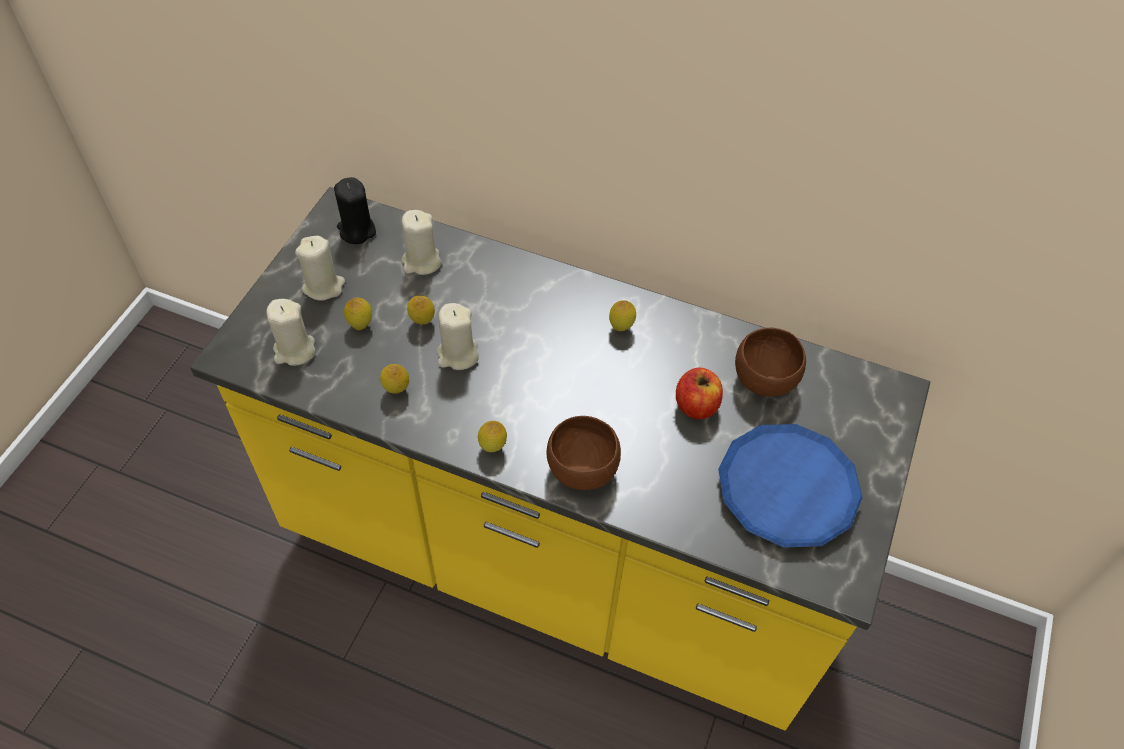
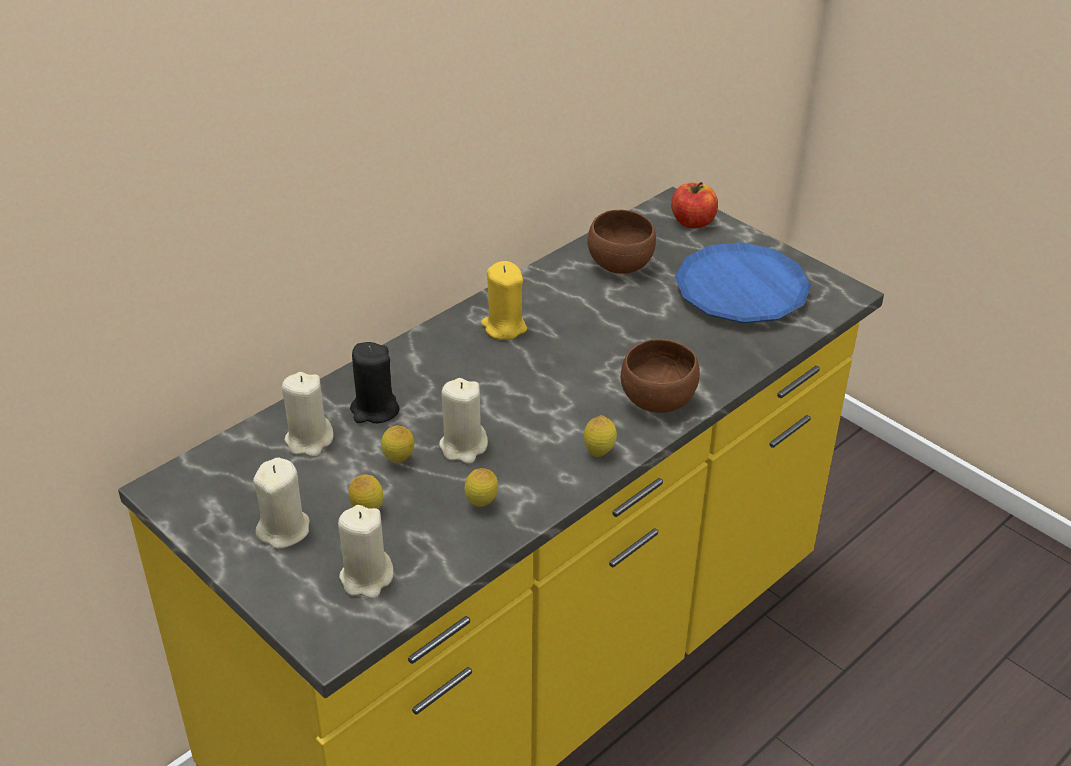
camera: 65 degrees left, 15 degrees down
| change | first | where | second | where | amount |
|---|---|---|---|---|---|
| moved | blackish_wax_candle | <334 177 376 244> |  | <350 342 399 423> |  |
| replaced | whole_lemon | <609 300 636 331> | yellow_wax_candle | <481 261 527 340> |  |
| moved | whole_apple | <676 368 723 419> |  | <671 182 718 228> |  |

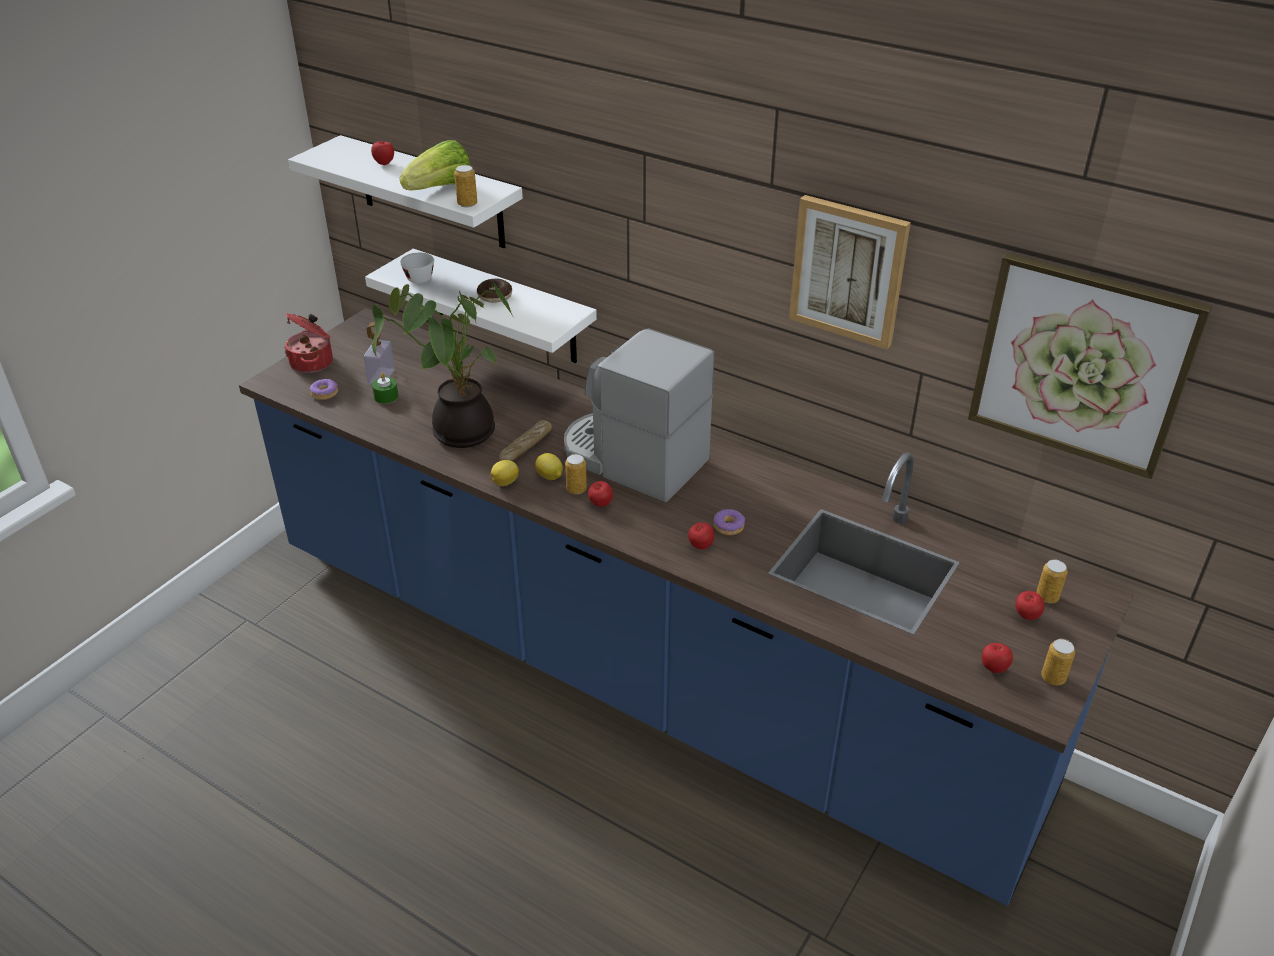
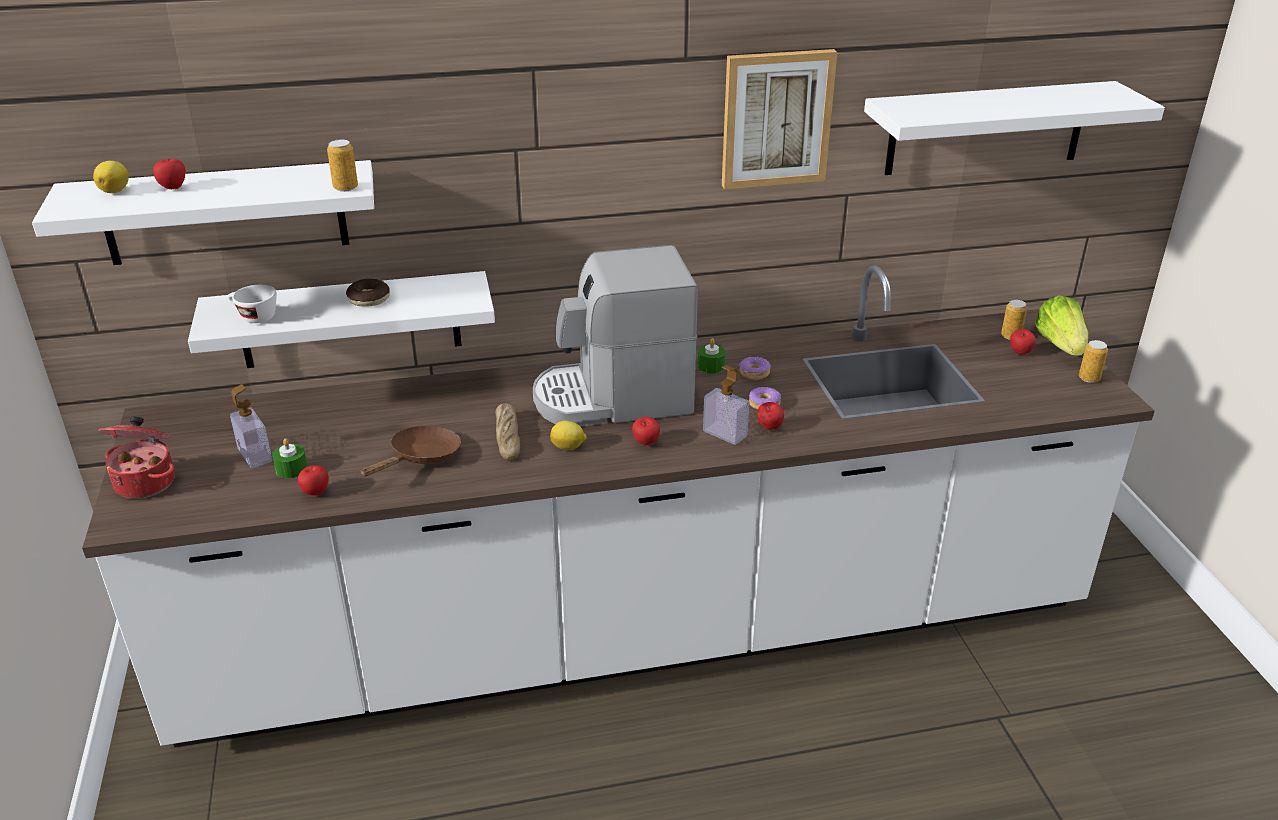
camera: 45 degrees left, 5 degrees down
| change | first | where | second | where | amount |
|---|---|---|---|---|---|
| recoloured | bluish_kitchen_counter | <239 308 1134 906> | white_kitchen_counter | <82 265 1155 748> |  |
| moved | doughnut | <310 379 338 400> |  | <739 356 771 380> |  |
| replaced | houseplant | <372 281 513 448> | brown_skillet | <360 426 461 477> |  |
| moved | lettuce | <400 140 471 190> |  | <1035 295 1088 355> |  |
| moved | whole_lemon | <491 460 519 486> |  | <93 161 129 193> |  |
| removed | can | <565 454 587 494> |  |  |  |
| replaced | wall_picture | <968 253 1212 479> | white_bracket_shelf | <864 81 1165 175> |  |
| moved | whole_apple | <982 643 1013 673> |  | <298 465 329 496> |  |
| added |  |  | greenish_wax_candle | <698 338 725 374> |  |
| added |  |  | liquid_soap_bottle | <703 365 749 445> |  |

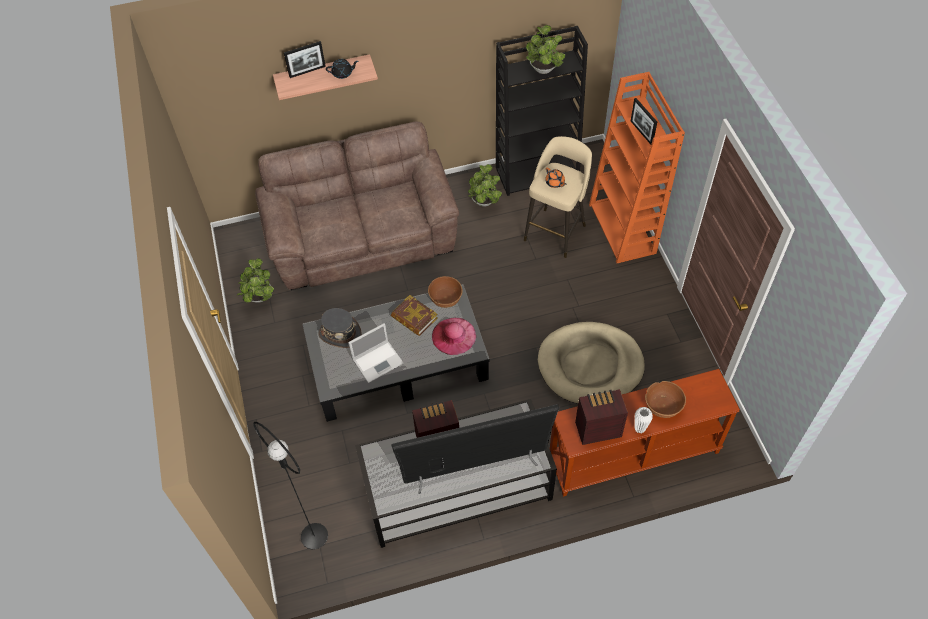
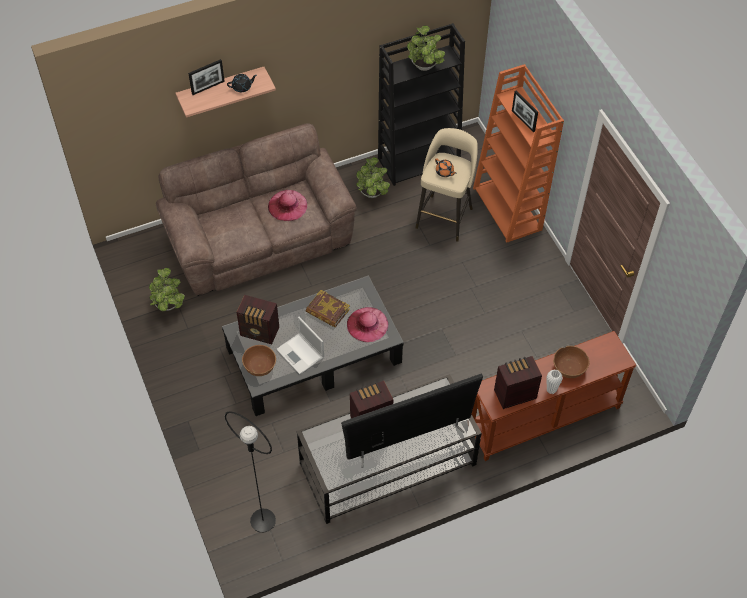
camera: 10 degrees left, 0 degrees up
| change | first | where | second | where | amount |
|---|---|---|---|---|---|
| replaced | gray_hat | <319 308 362 348> | radio_set | <237 295 279 344> |  |
| turned | laptop | <348 323 404 383> |  | <276 317 324 375> | 90 degrees clockwise |
| moved | brown_bowl | <428 276 463 308> |  | <242 345 276 376> |  |
| removed | beige_dog_cushion | <538 322 645 404> |  |  |  |
| added |  |  | pinkish_hat | <268 190 307 221> |  |

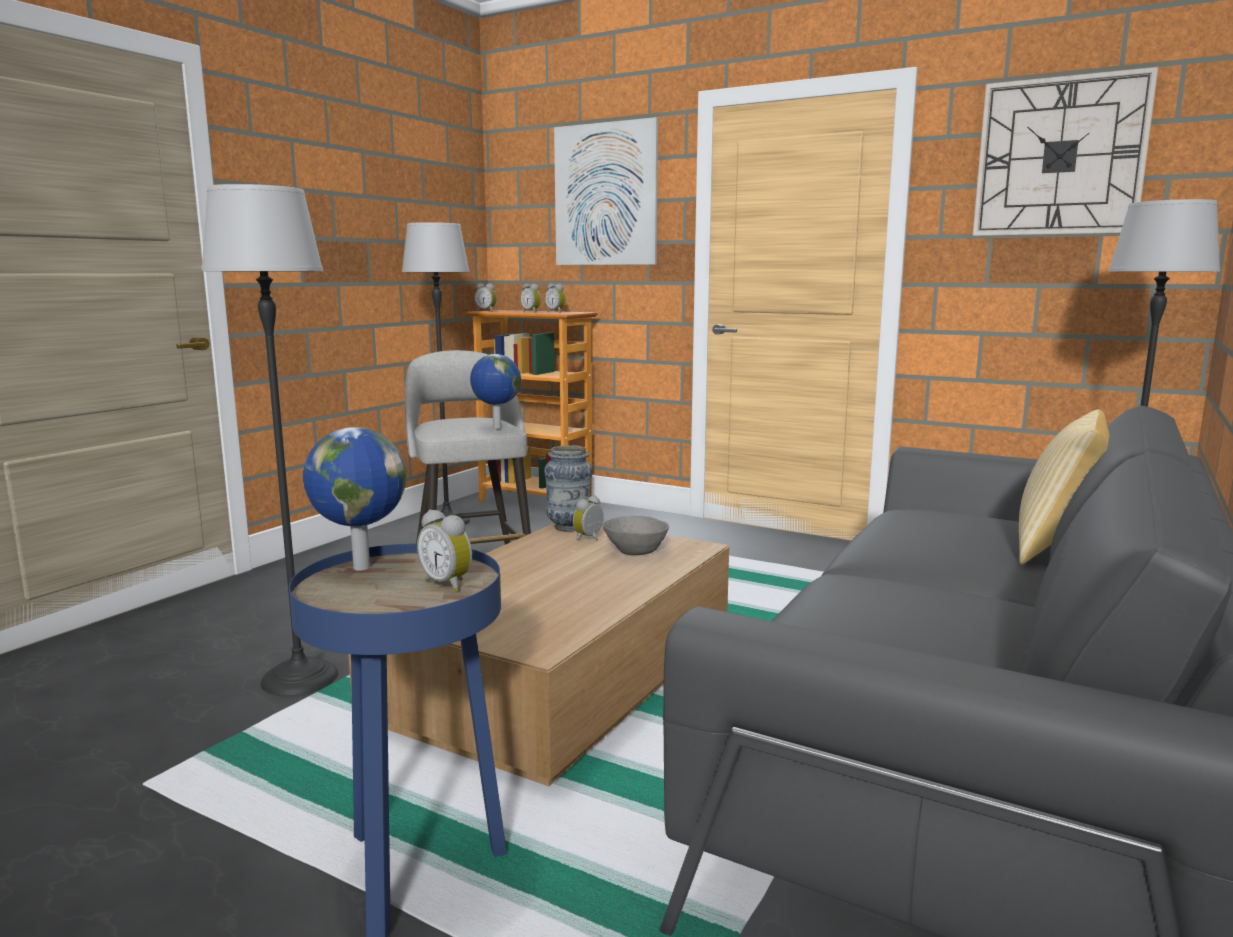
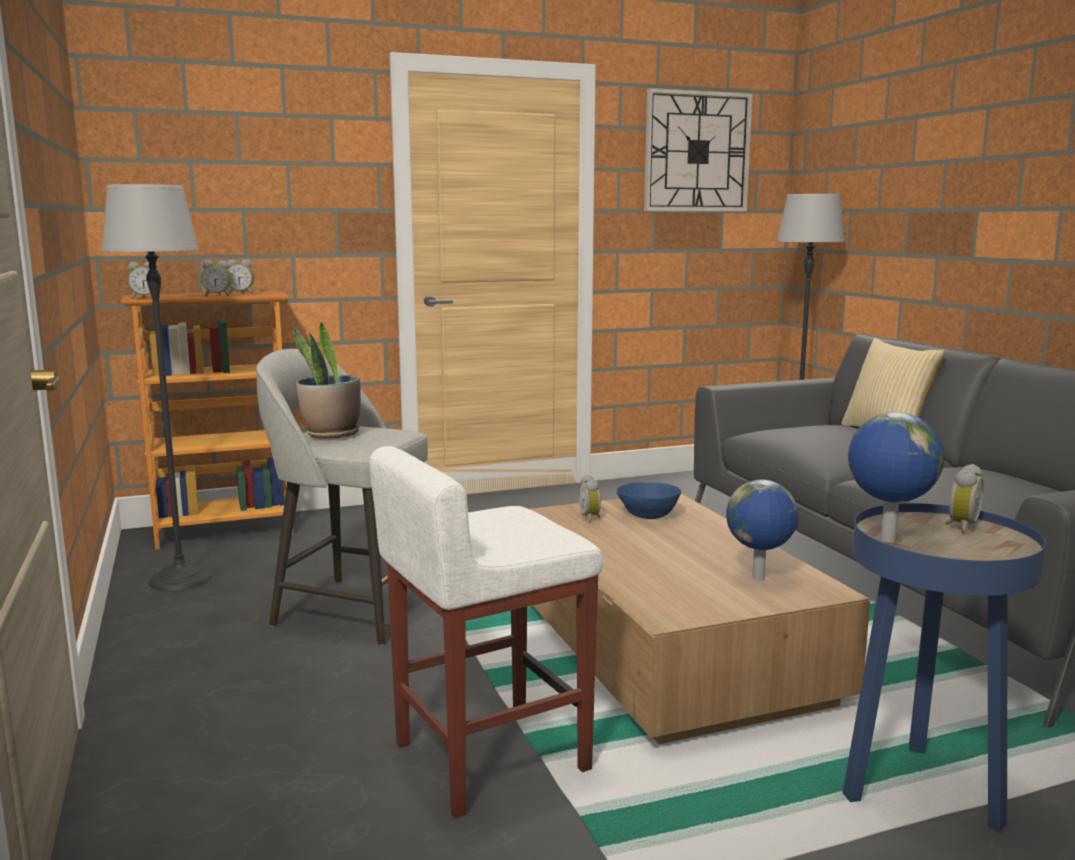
camera: 50 degrees left, 0 degrees up
| change | first | where | second | where | amount |
|---|---|---|---|---|---|
| replaced | standard_lamp | <201 184 338 696> | white_sitting_stool | <369 446 604 818> |  |
| turned | alarm_clock | <417 509 472 592> |  | <945 464 984 533> | 45 degrees counterclockwise |
| moved | world_globe | <470 354 521 429> |  | <726 479 798 581> |  |
| removed | vase | <544 445 593 532> |  |  |  |
| removed | wall_picture | <554 117 658 265> |  |  |  |
| recoloured | gray_bowl | <602 516 669 555> | bluish_bowl | <616 482 681 519> |  |
| added |  |  | houseplant | <293 322 361 439> |  |

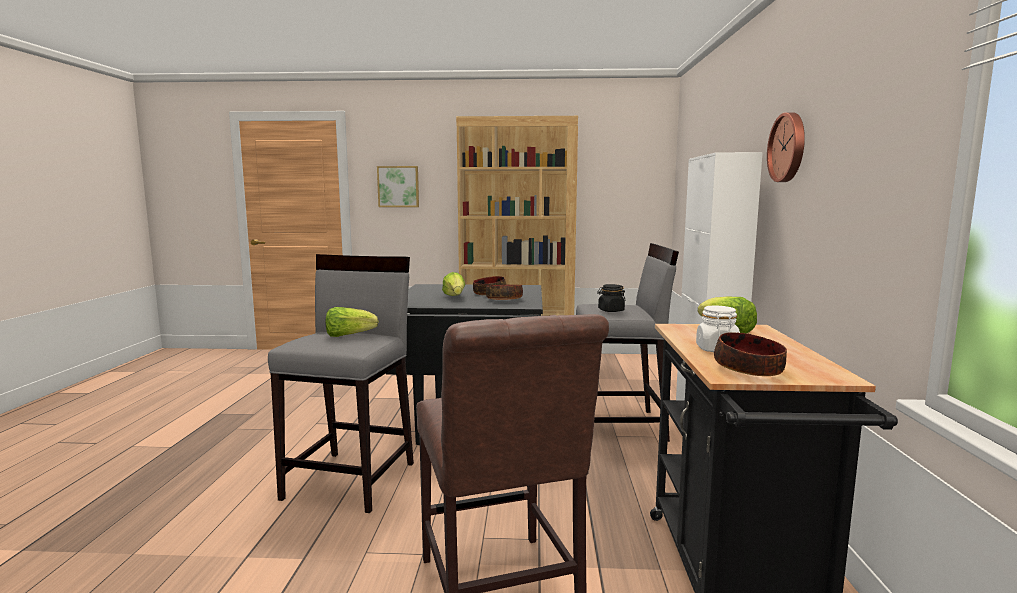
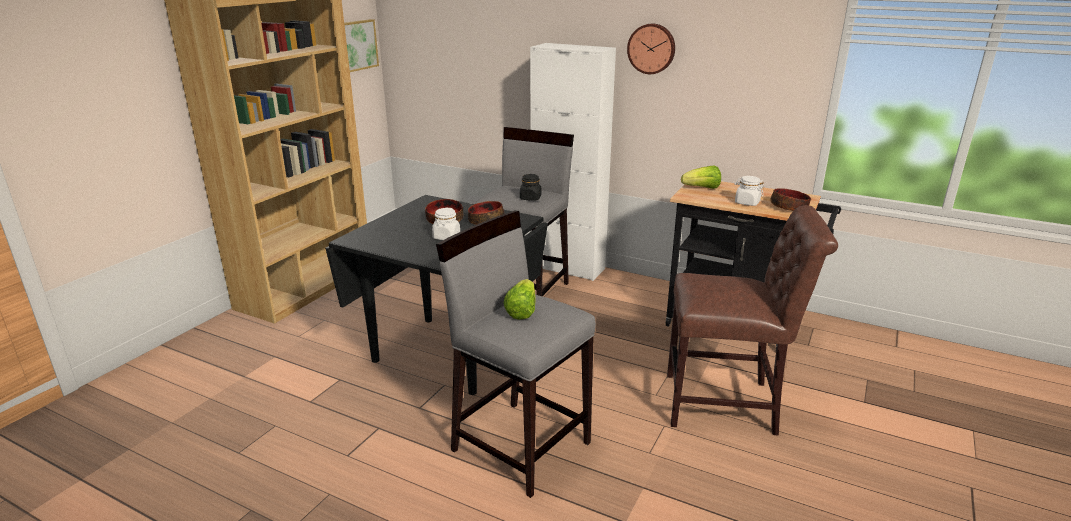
camera: 65 degrees left, 15 degrees up
| change | first | where | second | where | amount |
|---|---|---|---|---|---|
| moved | wall_picture | <377 166 419 207> |  | <344 19 379 72> |  |
| replaced | lettuce | <442 272 465 296> | white_preserve_jar | <432 207 460 240> |  |

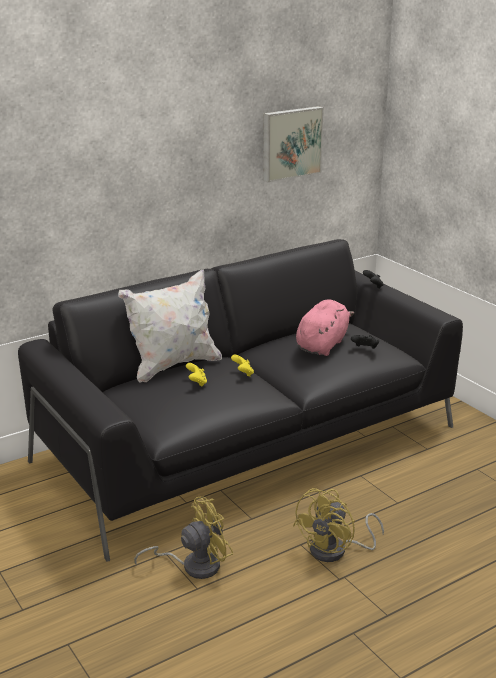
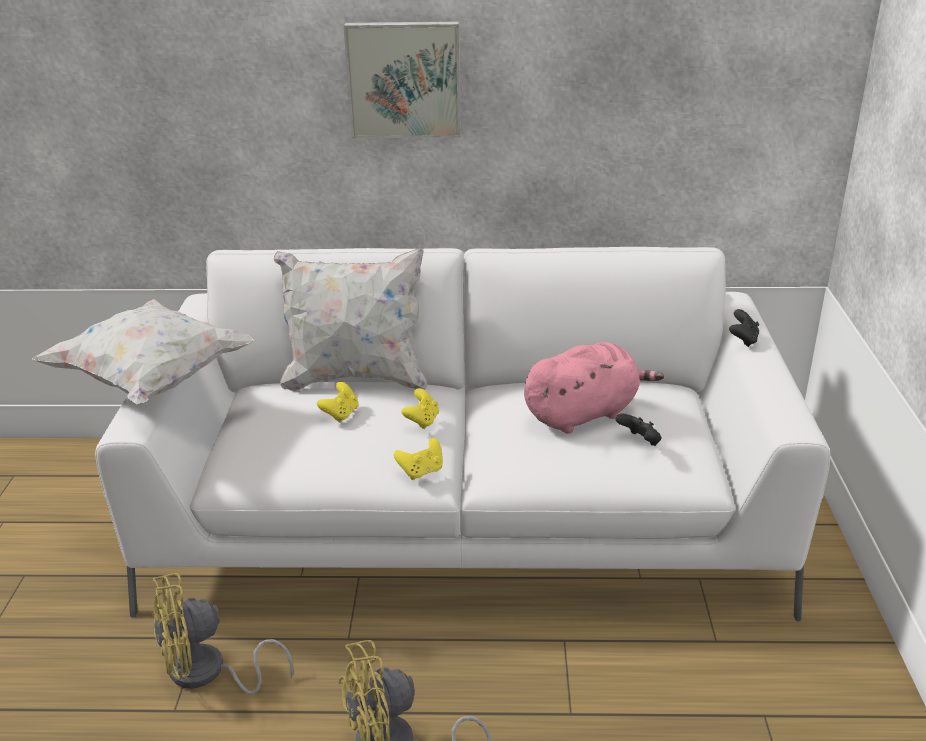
camera: 35 degrees right, 5 degrees up
| change | first | where | second | where | amount |
|---|---|---|---|---|---|
| recoloured | blackish_sofa | <18 239 463 562> | white_sofa | <95 247 830 621> |  |
| turned | yellow_fan | <134 496 233 579> |  | <153 573 293 695> | 150 degrees clockwise |
| moved | wall_picture | <263 106 324 182> |  | <344 22 461 138> |  |
| added |  |  | white_cushion | <32 299 254 404> |  |
| added |  |  | yellow_joypad | <394 438 443 480> |  |

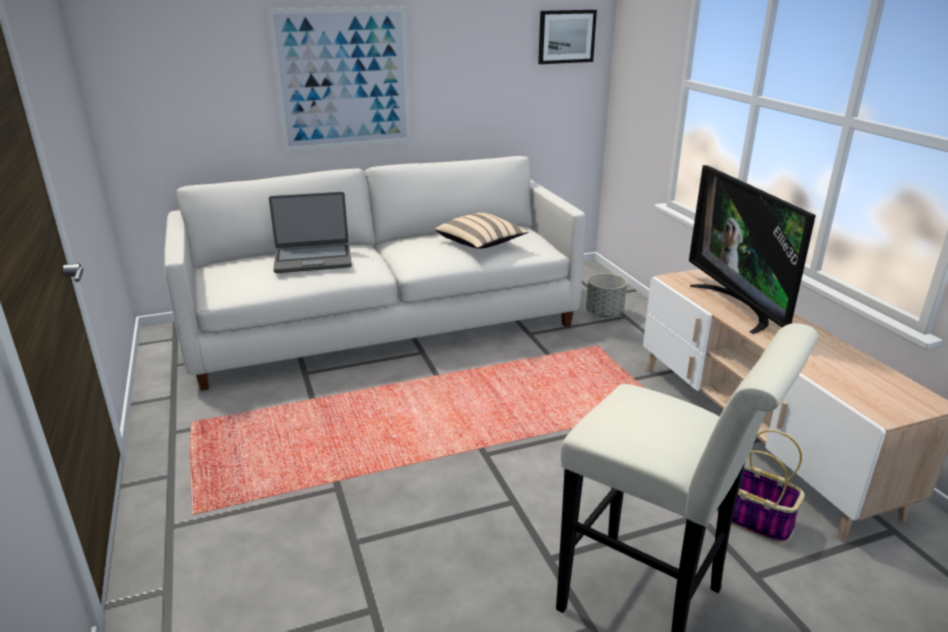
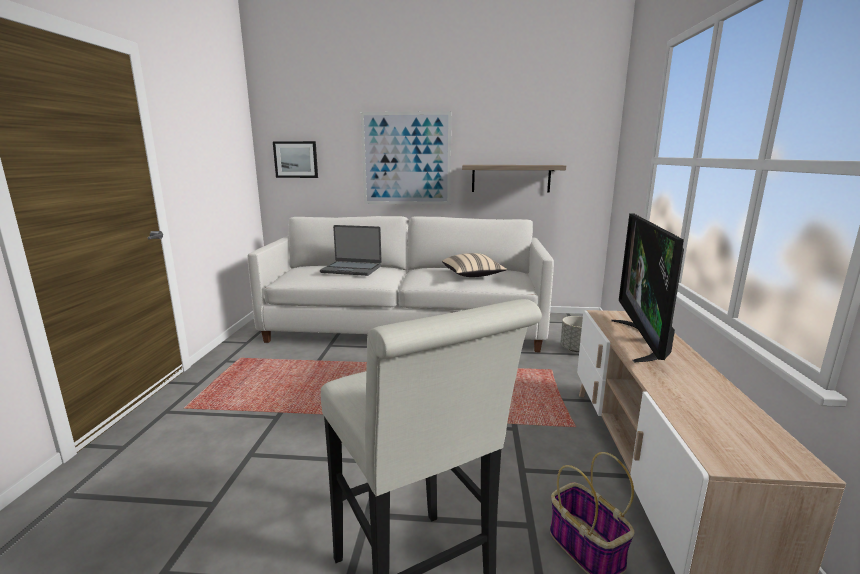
camera: 25 degrees right, 10 degrees down
| change | first | where | second | where | amount |
|---|---|---|---|---|---|
| moved | wall_picture | <538 10 597 64> |  | <273 141 318 178> |  |
| added |  |  | bracket_shelf | <462 165 566 192> |  |

